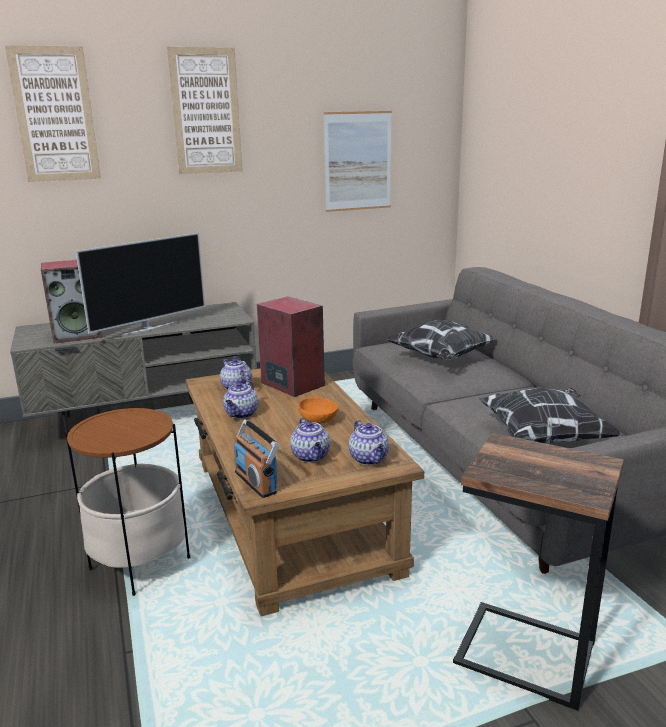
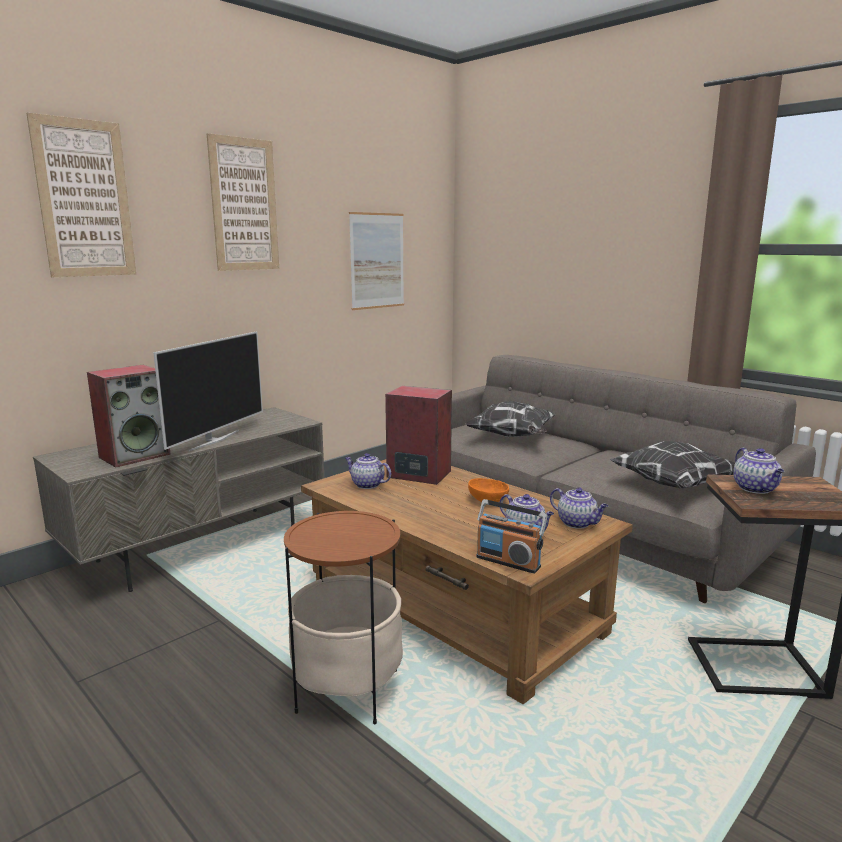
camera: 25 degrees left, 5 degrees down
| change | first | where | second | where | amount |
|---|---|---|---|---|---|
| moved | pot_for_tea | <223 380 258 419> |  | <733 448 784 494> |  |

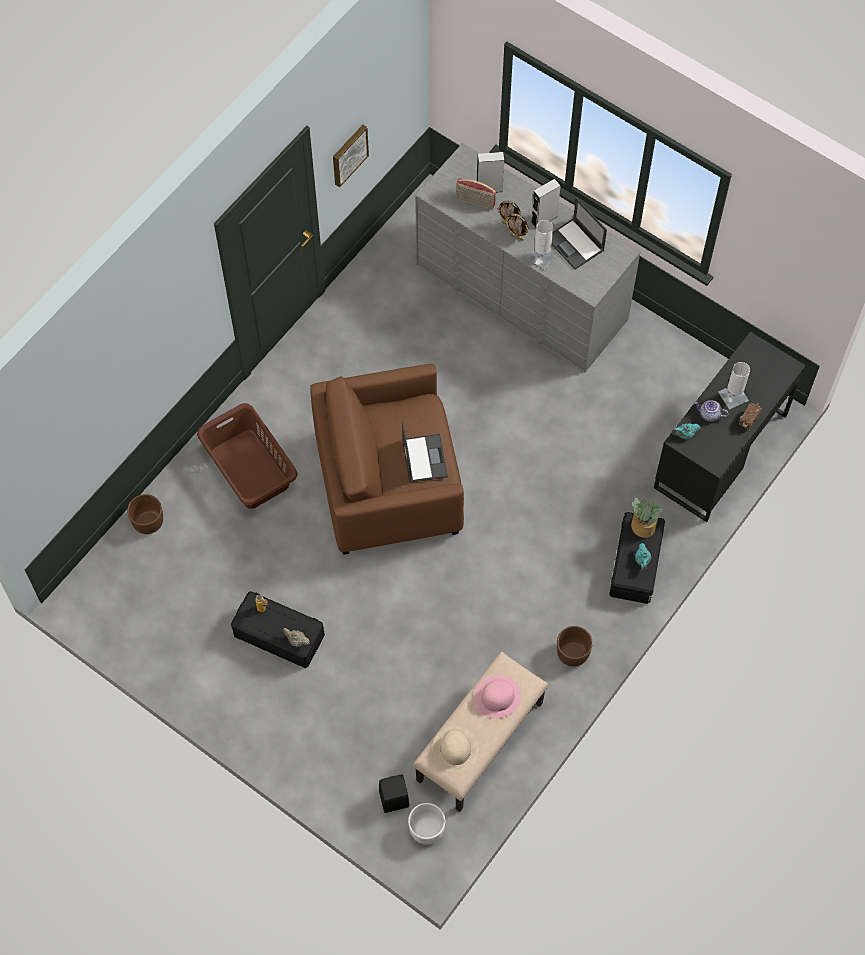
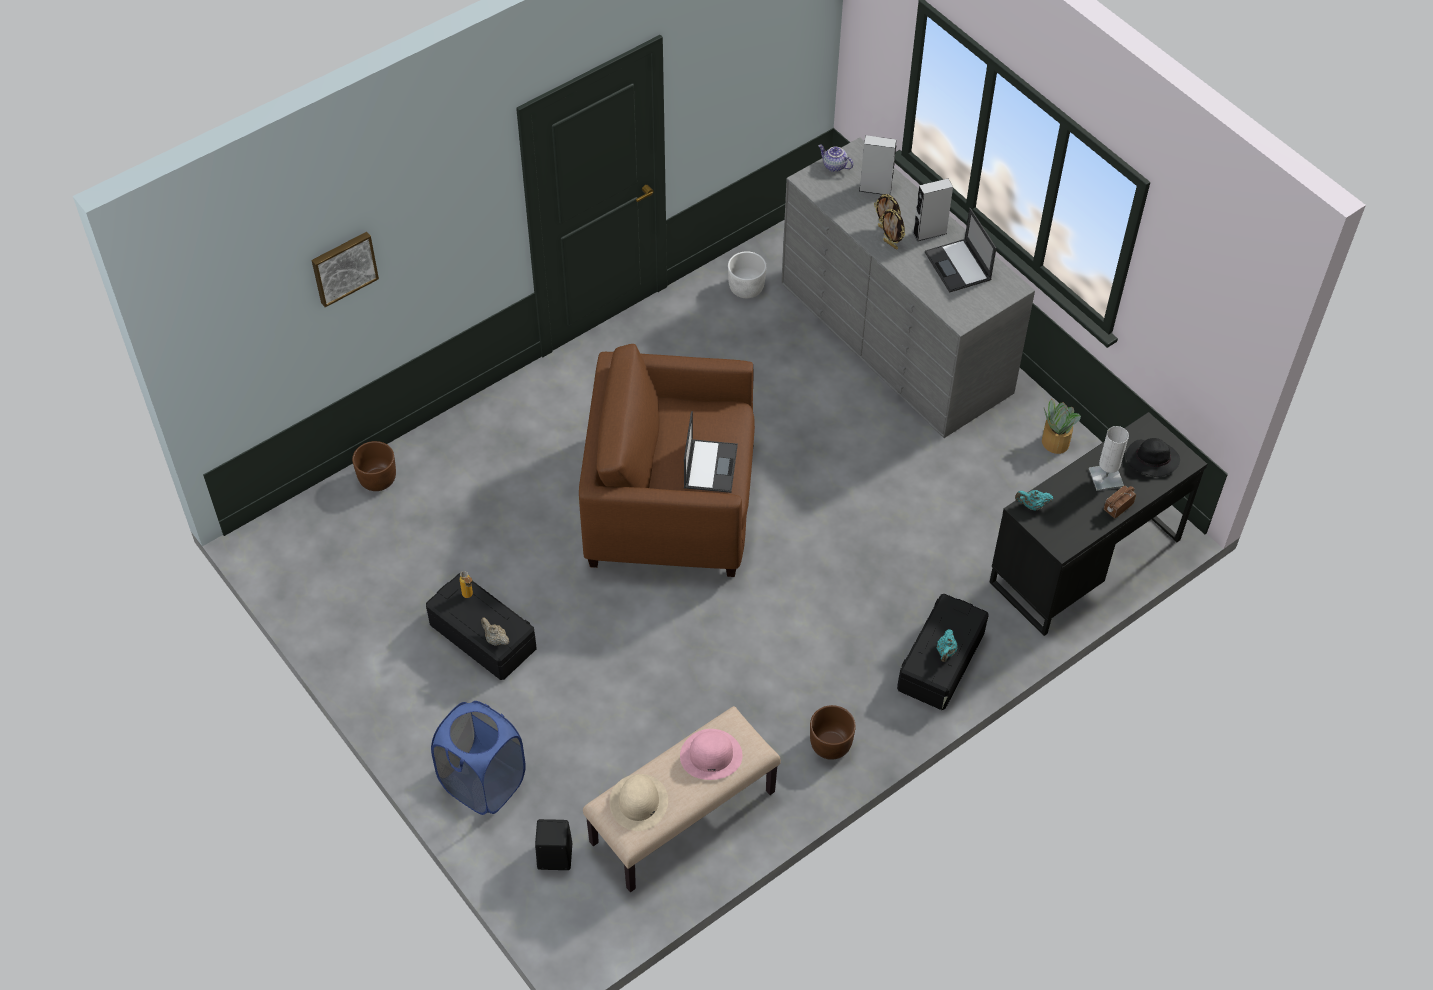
camera: 15 degrees right, 10 degrees down
| change | first | where | second | where | amount |
|---|---|---|---|---|---|
| removed | brown_laundry_basket | <197 403 298 509> |  |  |  |
| moved | wall_picture | <333 125 369 187> |  | <312 232 379 307> |  |
| moved | white_flower_pot | <408 803 445 845> |  | <728 251 766 298> |  |
| removed | radio_set | <456 178 496 210> |  |  |  |
| removed | white_table_lamp | <527 220 557 271> |  |  |  |
| moved | houseplant | <631 498 663 538> |  | <1042 399 1081 454> |  |
| moved | pot_for_tea | <694 400 729 422> |  | <818 145 853 172> |  |
| added |  |  | bluish_laundry_basket | <431 701 526 815> |  |
| added |  |  | blackish_hat | <1126 438 1180 477> |  |

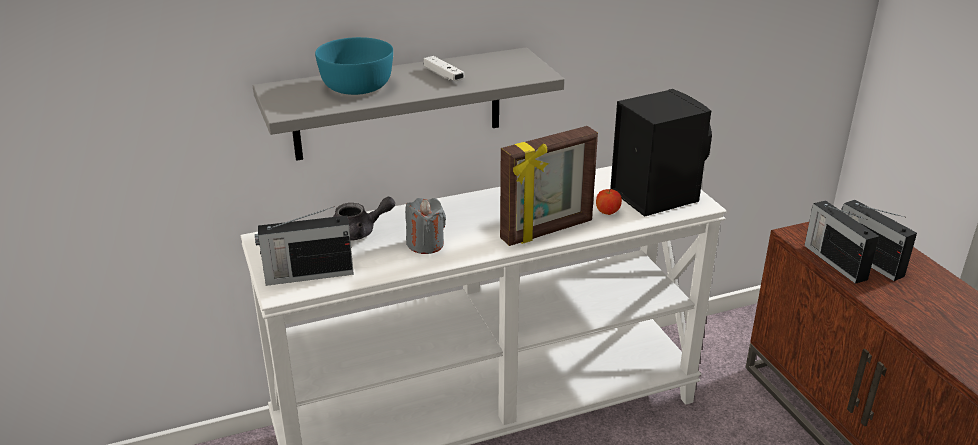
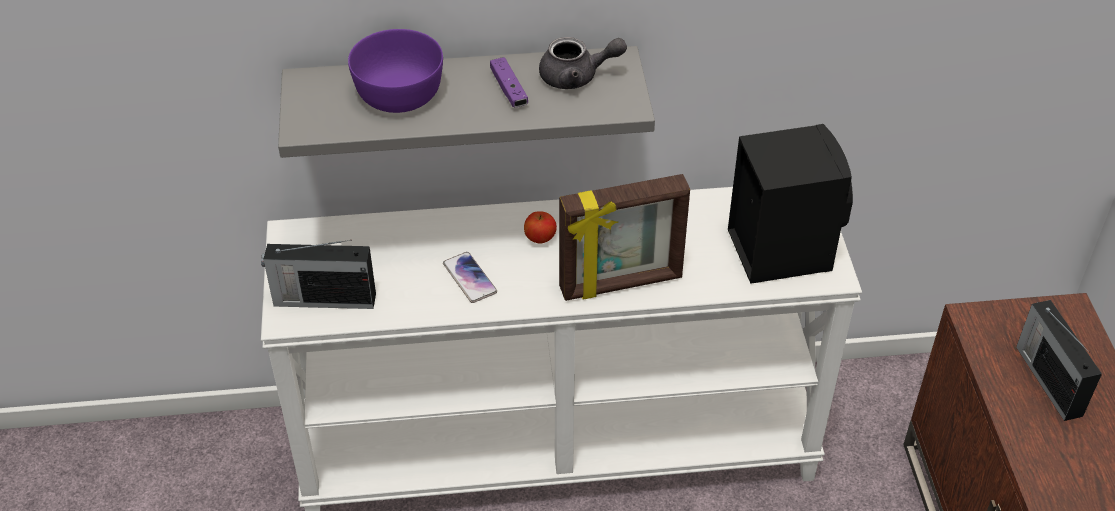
camera: 15 degrees right, 15 degrees up
| change | first | where | second | where | amount |
|---|---|---|---|---|---|
| recoloured | turquoise_bowl | <315 37 393 95> | purplish_bowl | <348 29 443 113> |  |
| moved | gray_pot_for_tea | <333 197 395 241> |  | <539 37 627 89> |  |
| replaced | gray_wax_candle | <405 198 446 254> | phone | <443 252 497 303> |  |
| recoloured | white_joypad | <423 56 464 81> | purplish_joypad | <490 57 528 107> |  |
| moved | whole_apple | <596 189 622 215> |  | <524 211 557 244> |  |
| removed | radio_set | <804 200 879 284> |  |  |  |

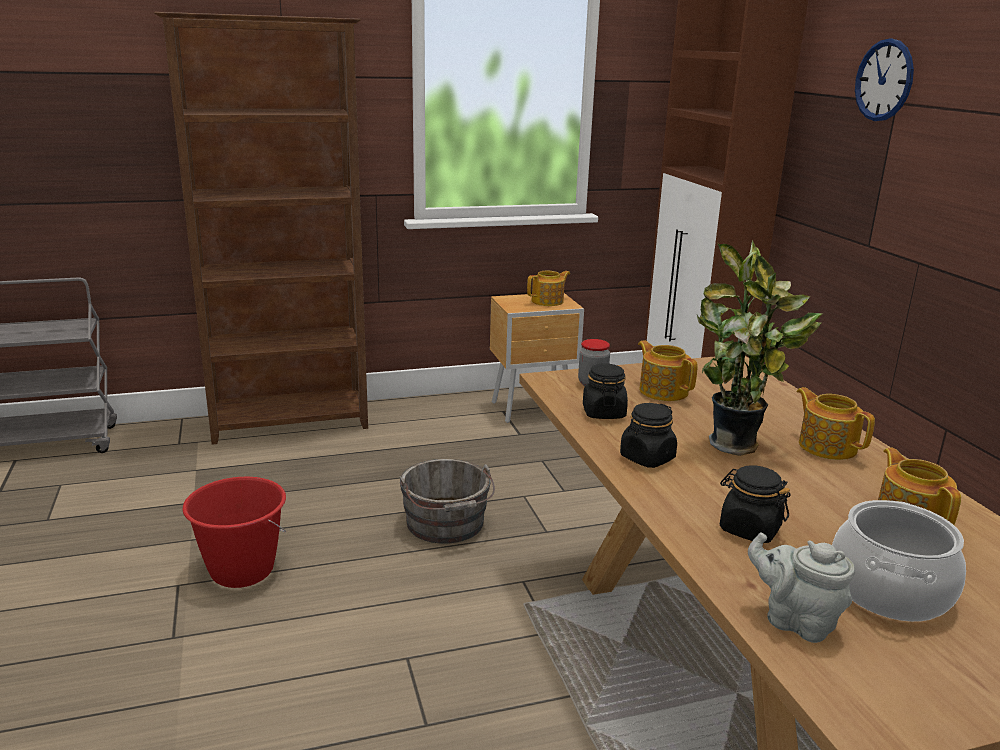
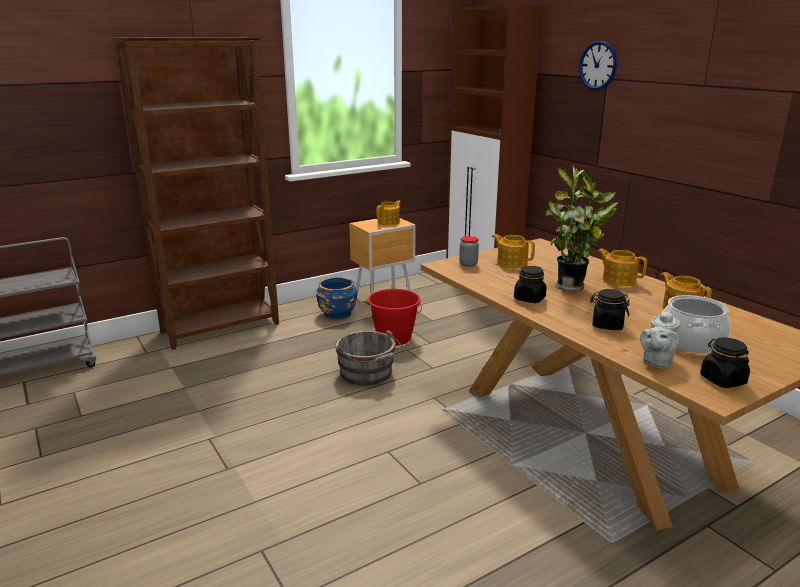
camera: 15 degrees left, 0 degrees up
| change | first | where | second | where | amount |
|---|---|---|---|---|---|
| moved | reddish_bucket | <182 477 286 588> |  | <368 289 422 346> |  |
| moved | blackish_preserve_jar | <583 363 628 419> |  | <700 338 750 388> |  |
| turned | gray_pot_for_tea | <748 532 855 643> |  | <640 310 680 368> | 75 degrees counterclockwise |
| added |  |  | bluish_flower_pot | <316 277 357 320> |  |

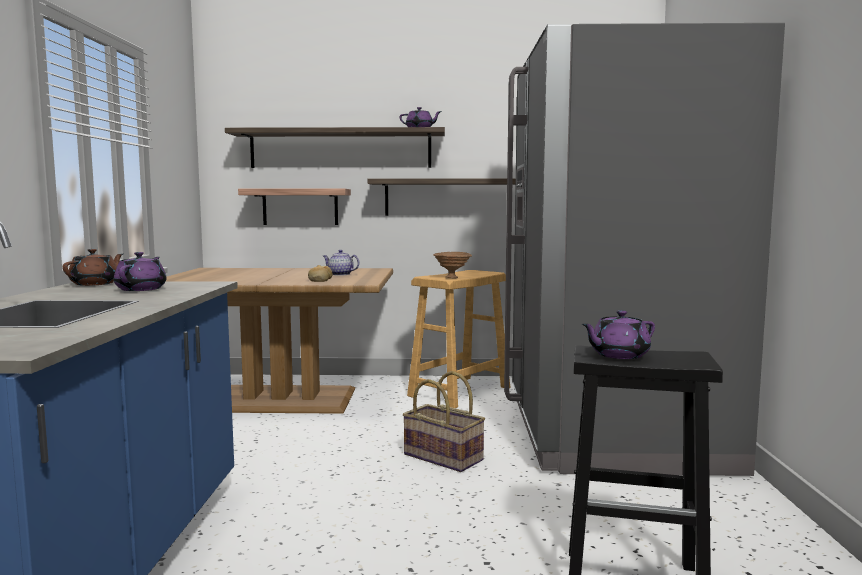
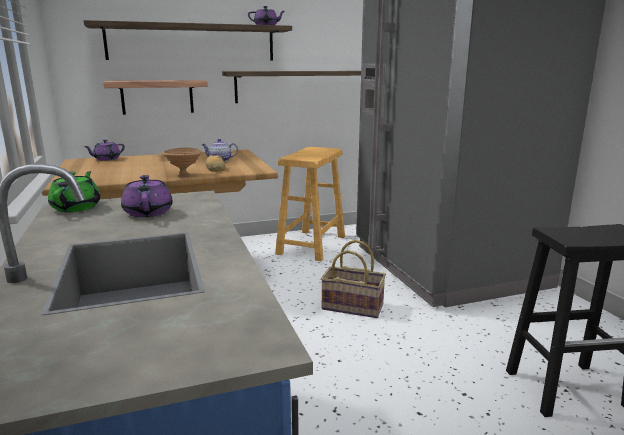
camera: 20 degrees left, 10 degrees up
| change | first | where | second | where | amount |
|---|---|---|---|---|---|
| recoloured | brown_pot_for_tea | <63 249 123 286> | greenish_pot_for_tea | <48 171 101 212> |  |
| moved | brown_bowl | <433 252 472 278> |  | <162 148 203 176> |  |
| moved | purplish_pot_for_tea | <582 310 655 359> |  | <84 139 125 161> |  |

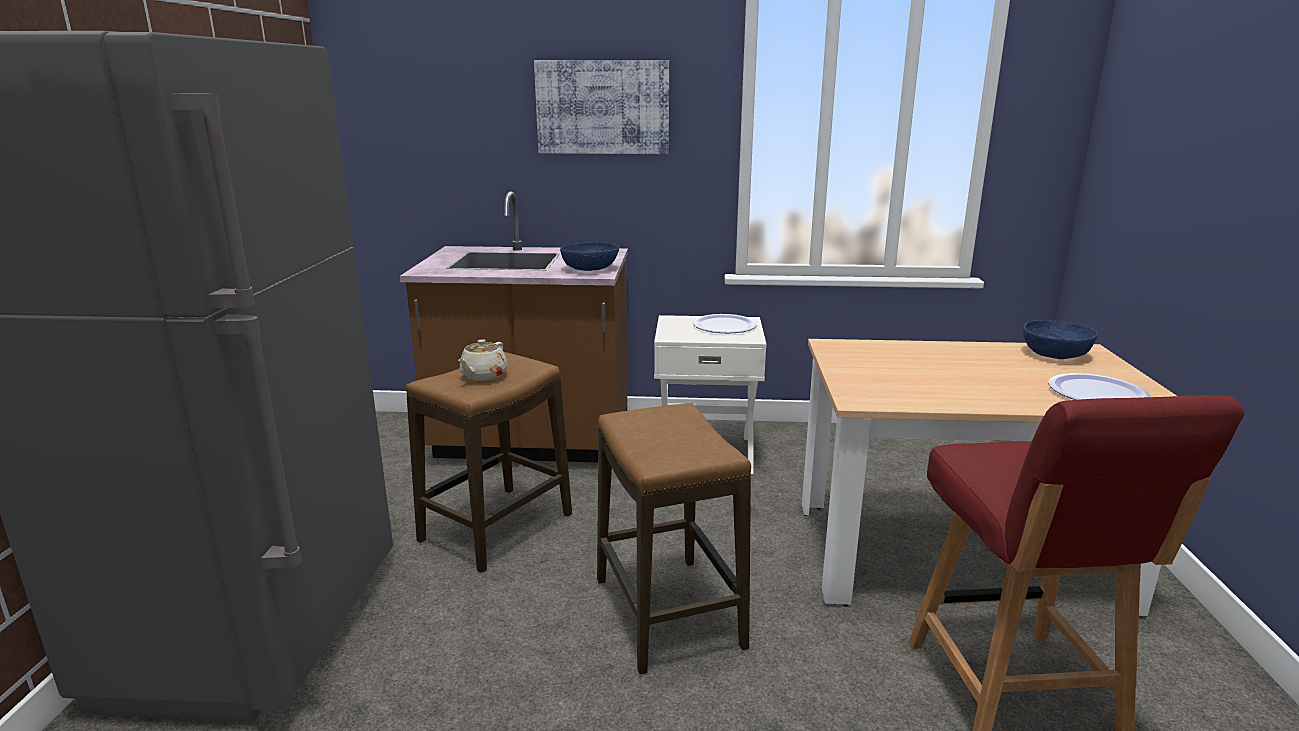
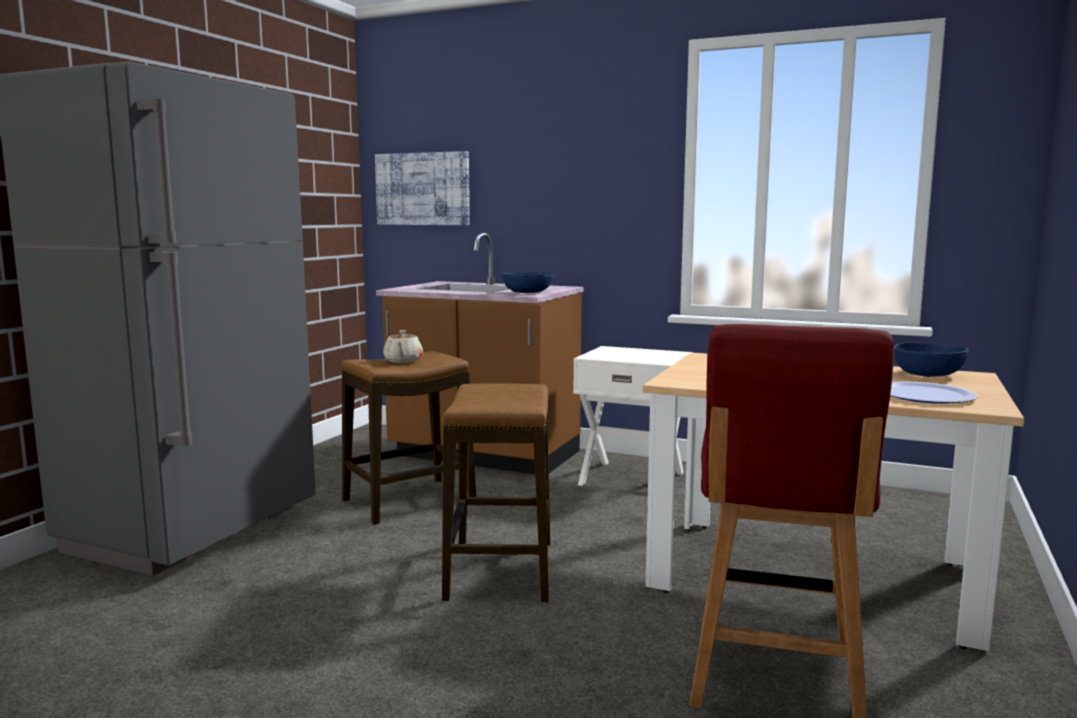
camera: 20 degrees right, 10 degrees down
| change | first | where | second | where | amount |
|---|---|---|---|---|---|
| turned | beige_pot_for_tea | <458 339 507 381> |  | <383 330 423 363> | 45 degrees counterclockwise |
| moved | wall_picture | <534 60 669 154> |  | <375 151 470 225> |  |
| removed | dinner_plate | <693 314 757 333> |  |  |  |

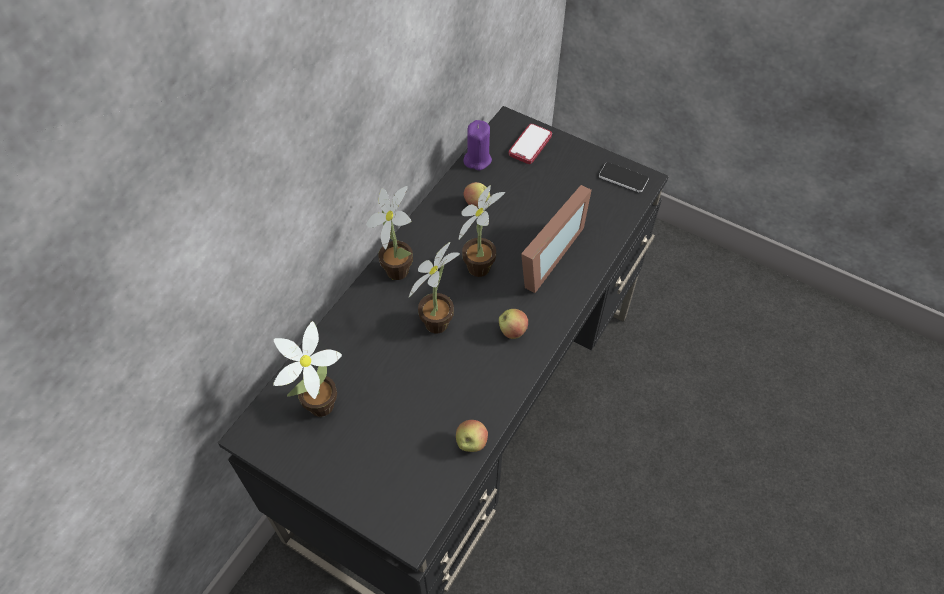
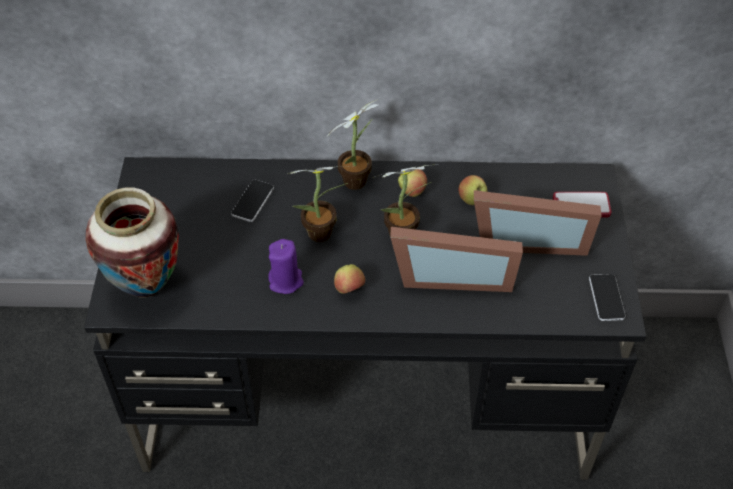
camera: 60 degrees right, 5 degrees down
| change | first | where | second | where | amount |
|---|---|---|---|---|---|
| removed | houseplant | <273 321 342 417> |  |  |  |
| moved | whole_apple | <456 420 488 452> |  | <398 169 427 197> |  |
| moved | purplish_wax_candle | <463 120 492 170> |  | <268 239 304 294> |  |
| added |  |  | vase | <86 188 179 297> |  |
| added |  |  | phone | <231 180 274 222> |  |
| added |  |  | picture_frame | <474 190 602 256> |  |

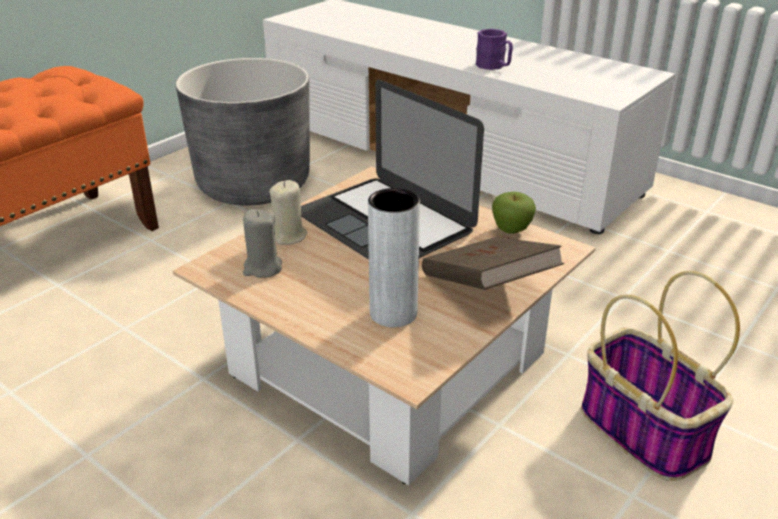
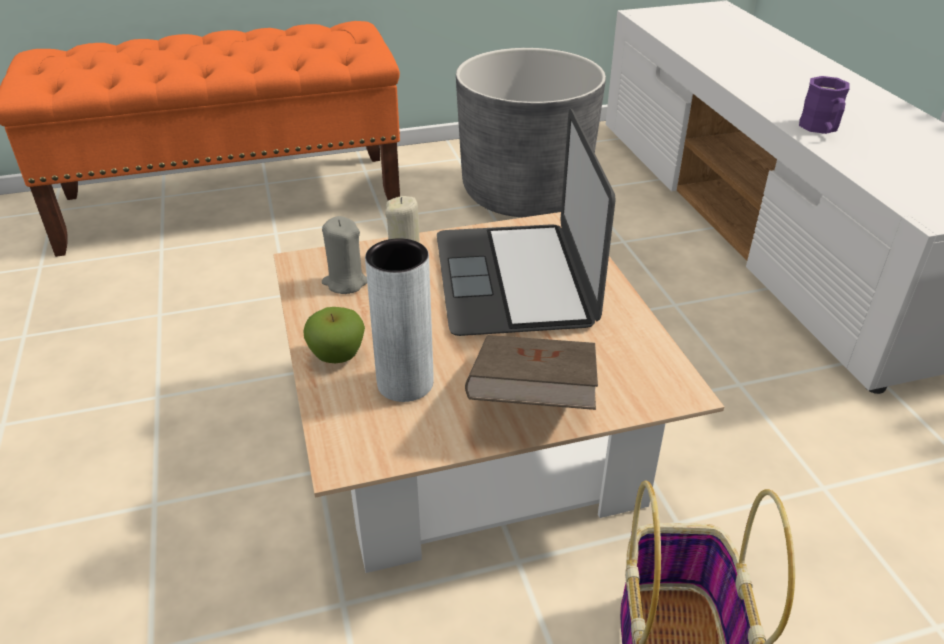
camera: 35 degrees right, 5 degrees up
| change | first | where | second | where | amount |
|---|---|---|---|---|---|
| moved | whole_apple | <492 192 536 234> |  | <303 307 365 363> |  |

